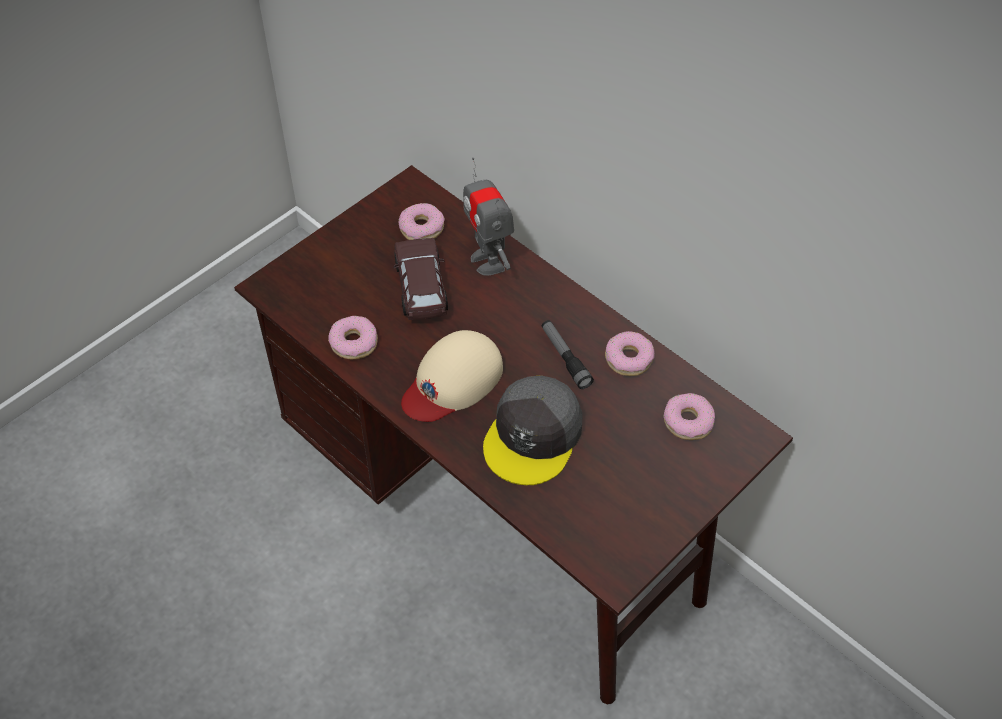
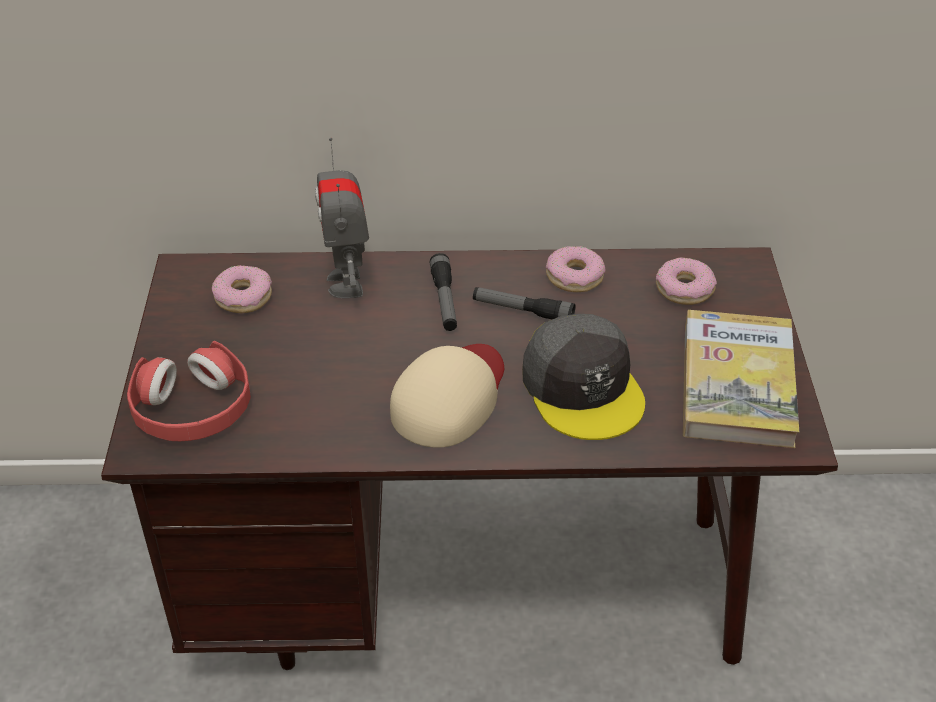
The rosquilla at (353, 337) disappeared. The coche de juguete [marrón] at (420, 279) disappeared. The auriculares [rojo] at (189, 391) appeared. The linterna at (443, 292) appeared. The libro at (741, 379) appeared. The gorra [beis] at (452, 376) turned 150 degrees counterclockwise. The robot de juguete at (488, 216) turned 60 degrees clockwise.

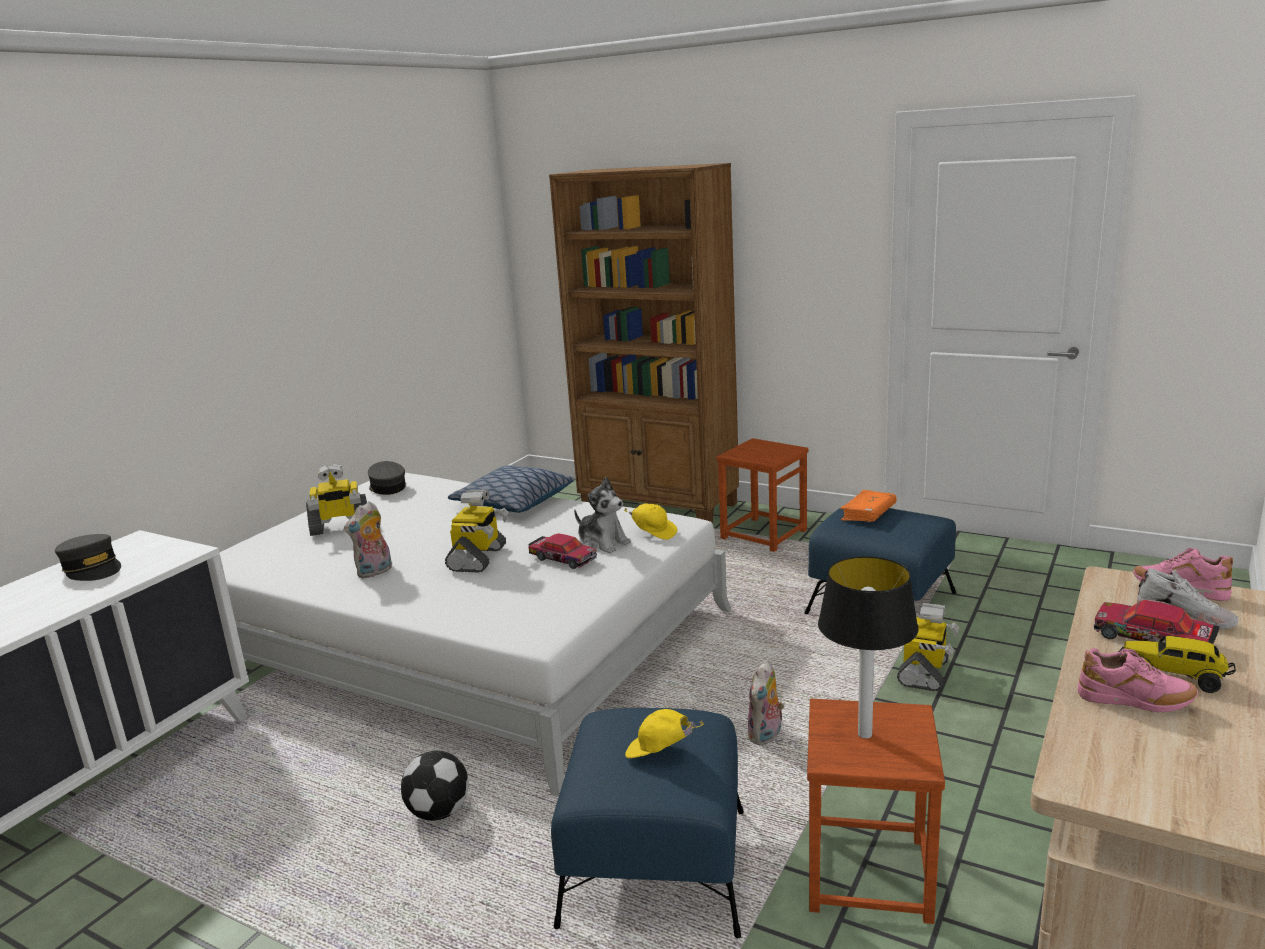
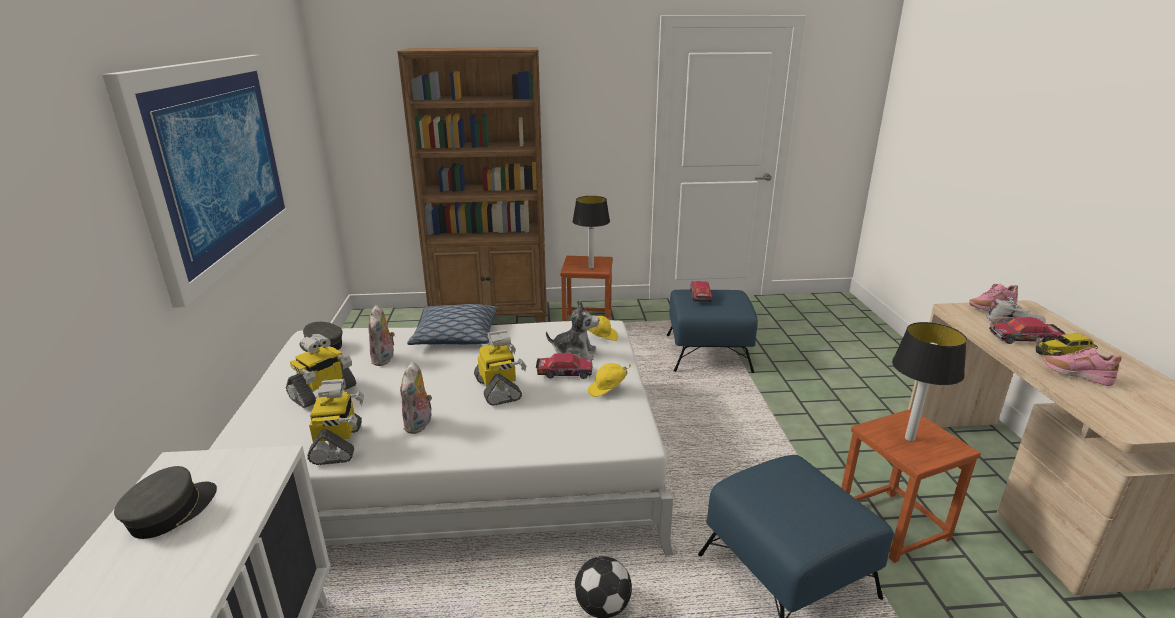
The cuadro at (197, 181) appeared. The lámpara de mesa at (591, 232) appeared. The gorra [amarillo] moved from (664, 733) to (609, 380). The peluche moved from (766, 703) to (381, 335). The robot de juguete moved from (928, 647) to (335, 422). The libro [naranja] at (868, 506) was replaced by the coche de juguete at (701, 291). The gorra [gris] at (88, 557) turned 75 degrees counterclockwise. The zapato [rosa] at (1138, 680) turned 135 degrees counterclockwise.

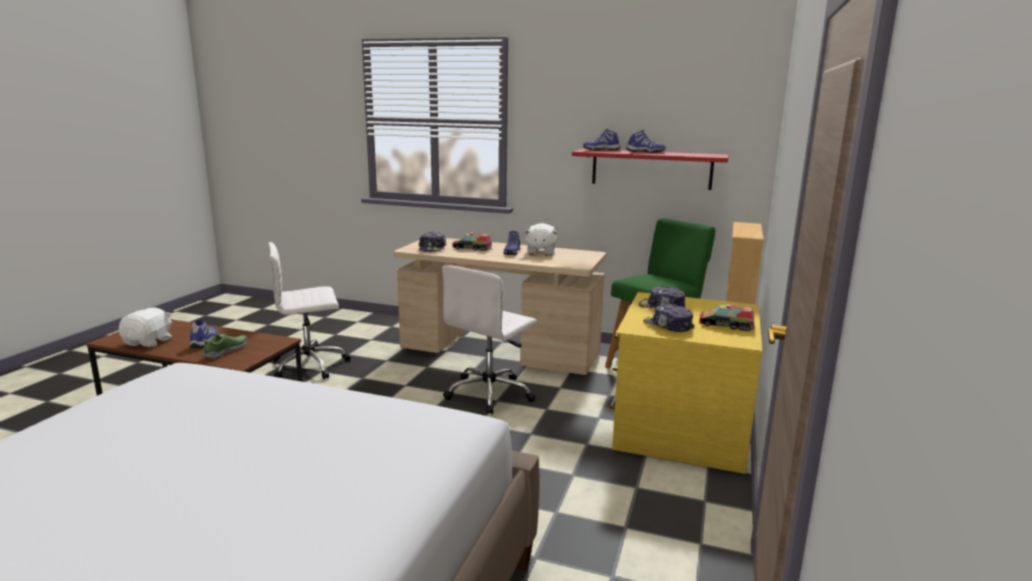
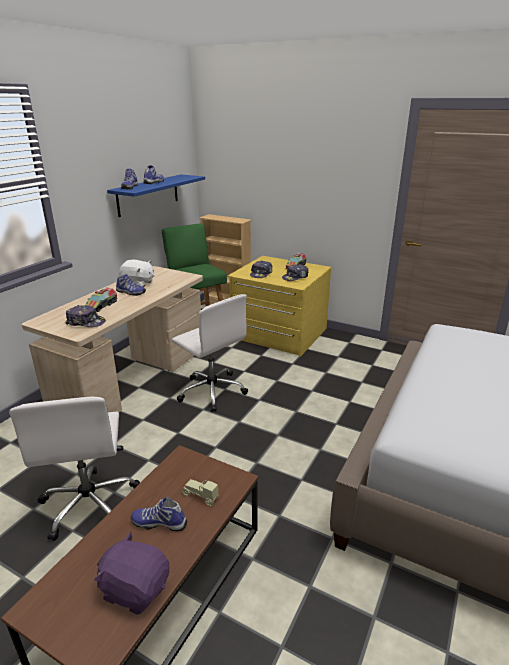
The zapato at (224, 346) was replaced by the coche de juguete [beis] at (200, 492). The peluche [blanco] at (145, 327) became the peluche [morado] at (131, 572). The estante [rojo] at (650, 169) became the estante [azul] at (156, 195).

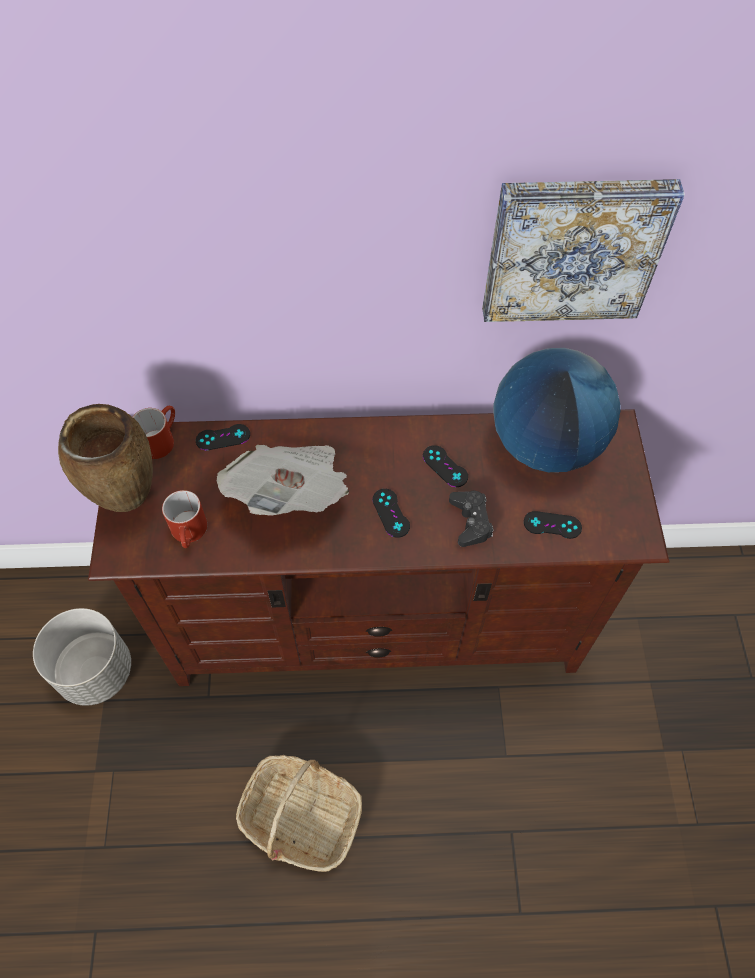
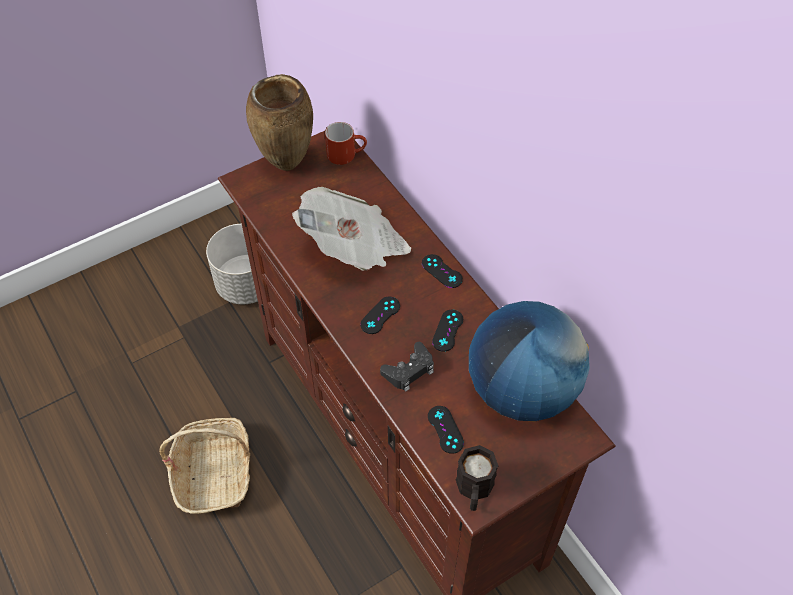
The taza grande [rojo] at (184, 519) disappeared. The cuadro at (583, 250) disappeared. The taza grande [negro] at (477, 478) appeared. The mando de consola [negro] moved from (223, 437) to (442, 271).

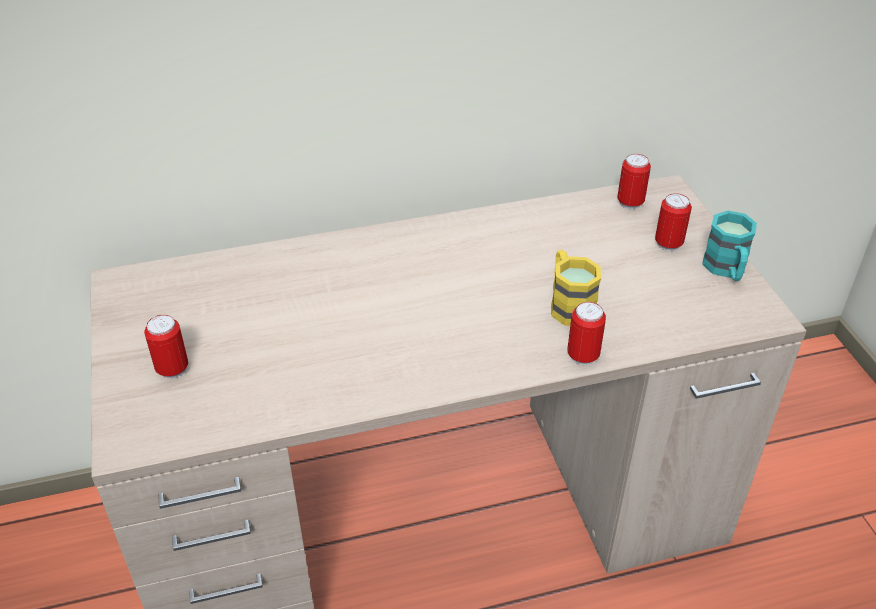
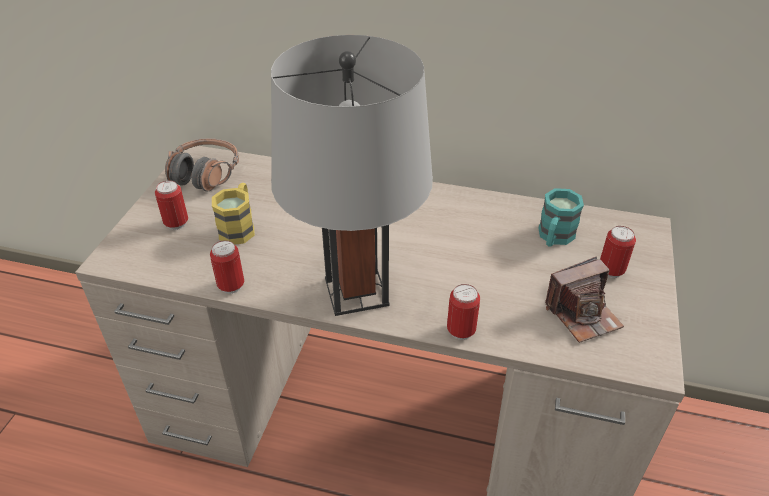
The auriculares at (202, 165) appeared. The lámpara de mesa [gris] at (352, 175) appeared. The cámara at (584, 300) appeared. The taza grande [amarillo] moved from (576, 288) to (233, 214). The lata moved from (634, 181) to (227, 267). The taza grande [turquesa] moved from (729, 246) to (561, 217).

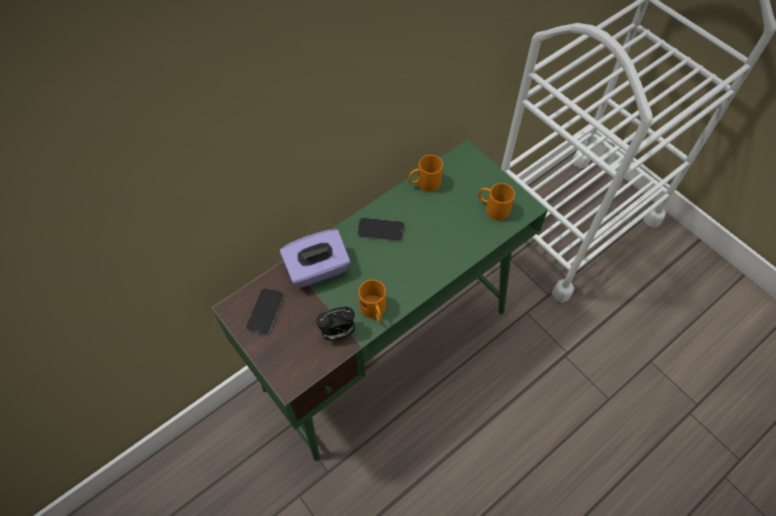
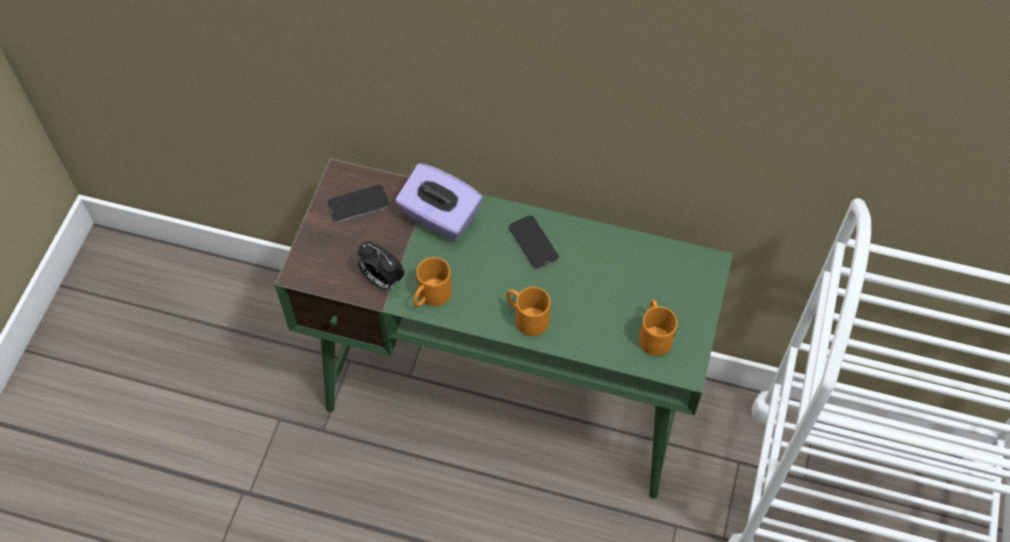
The taza grande [naranja] moved from (425, 173) to (528, 311).

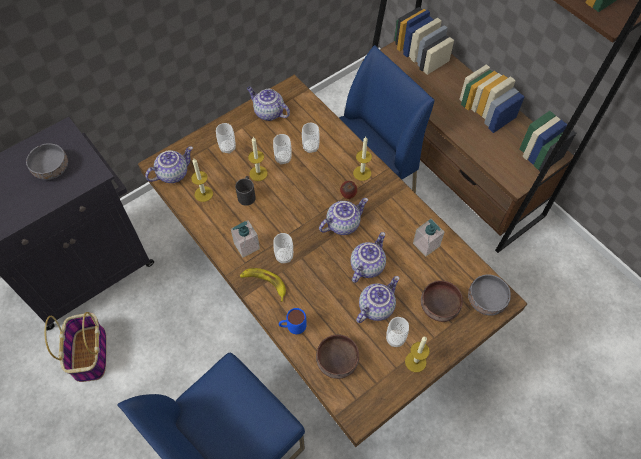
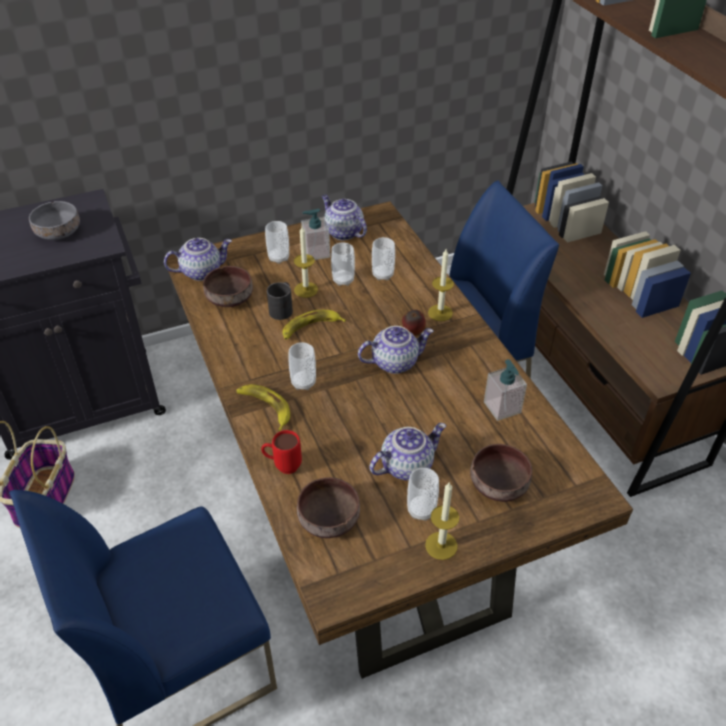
The tetera at (368, 257) disappeared. The cuenco [gris] at (489, 295) disappeared. The plátano at (314, 325) appeared. The dispensador de jabón moved from (245, 239) to (315, 234). The vela at (202, 180) was replaced by the cuenco [marrón] at (228, 286). The taza grande [azul] at (293, 321) became the taza grande [rojo] at (281, 452).

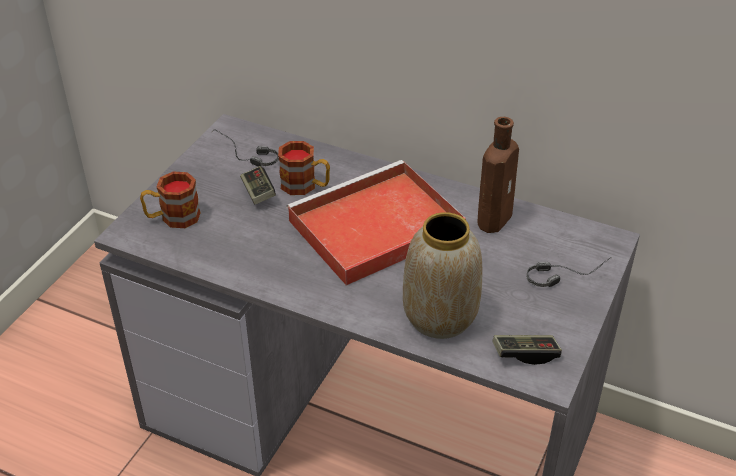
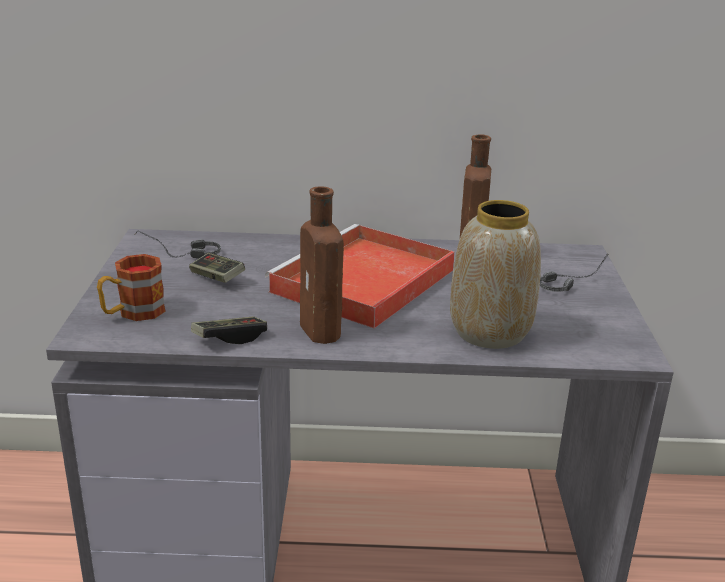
The taza grande at (304, 168) disappeared. The botella [marrón] at (322, 265) appeared. The mando de consola moved from (527, 350) to (229, 330).

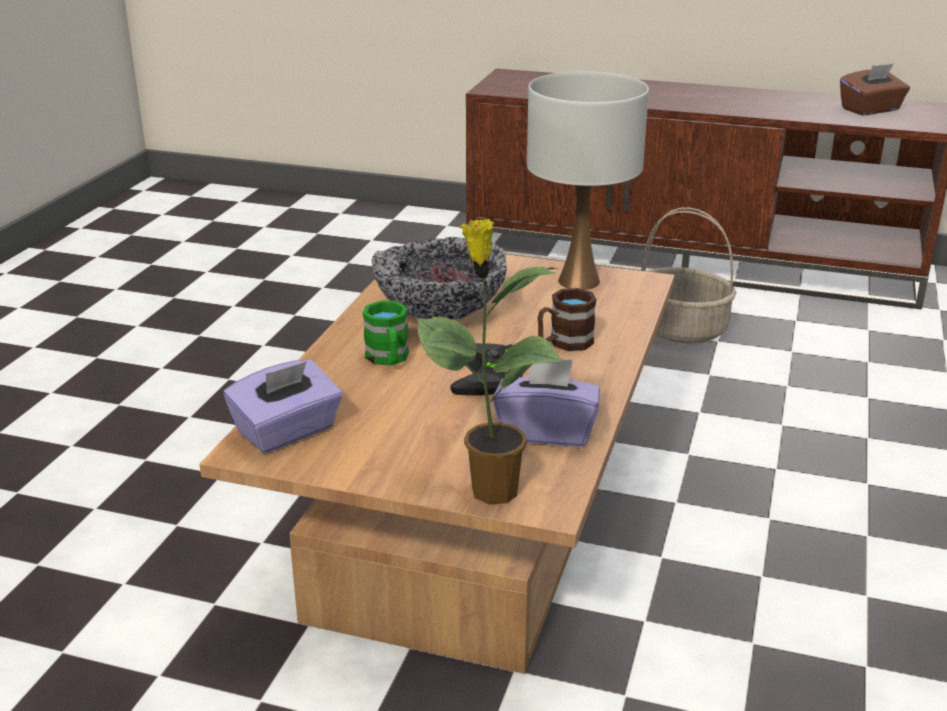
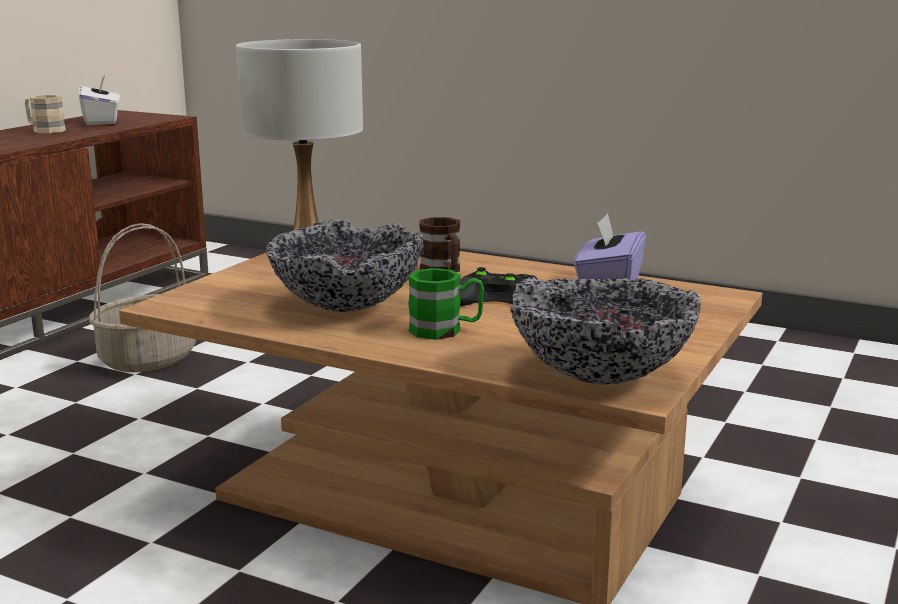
The planta en maceta at (490, 361) disappeared. The taza grande [beis] at (45, 114) appeared. The caja de pañuelos [morado] at (283, 406) was replaced by the cuenco at (605, 330). The caja de pañuelos [marrón] at (875, 89) became the caja de pañuelos [blanco] at (99, 100).

